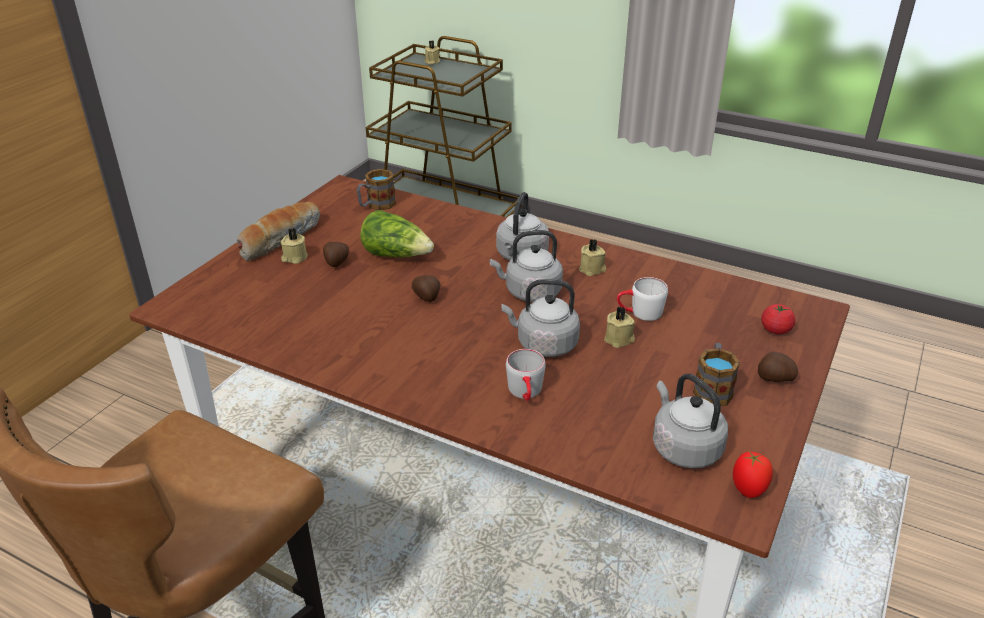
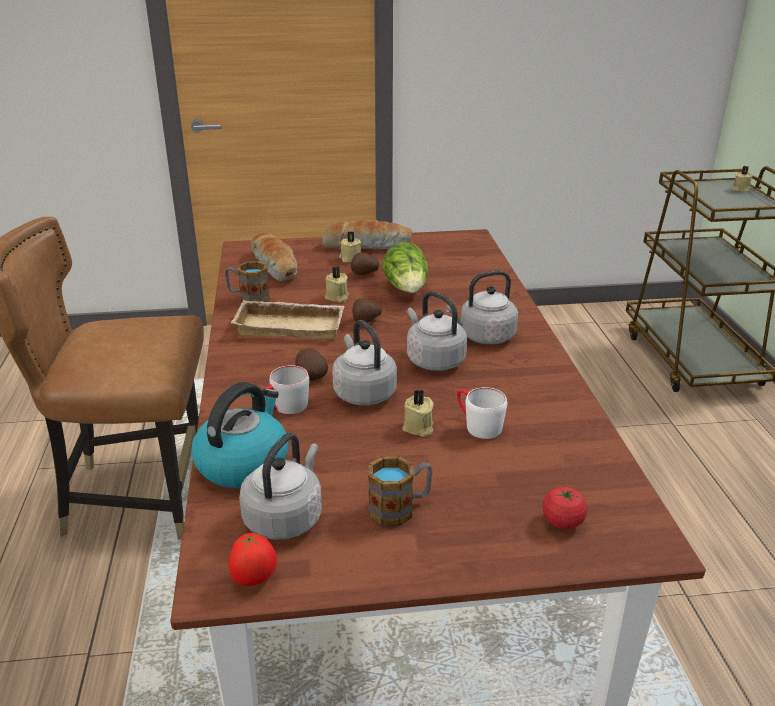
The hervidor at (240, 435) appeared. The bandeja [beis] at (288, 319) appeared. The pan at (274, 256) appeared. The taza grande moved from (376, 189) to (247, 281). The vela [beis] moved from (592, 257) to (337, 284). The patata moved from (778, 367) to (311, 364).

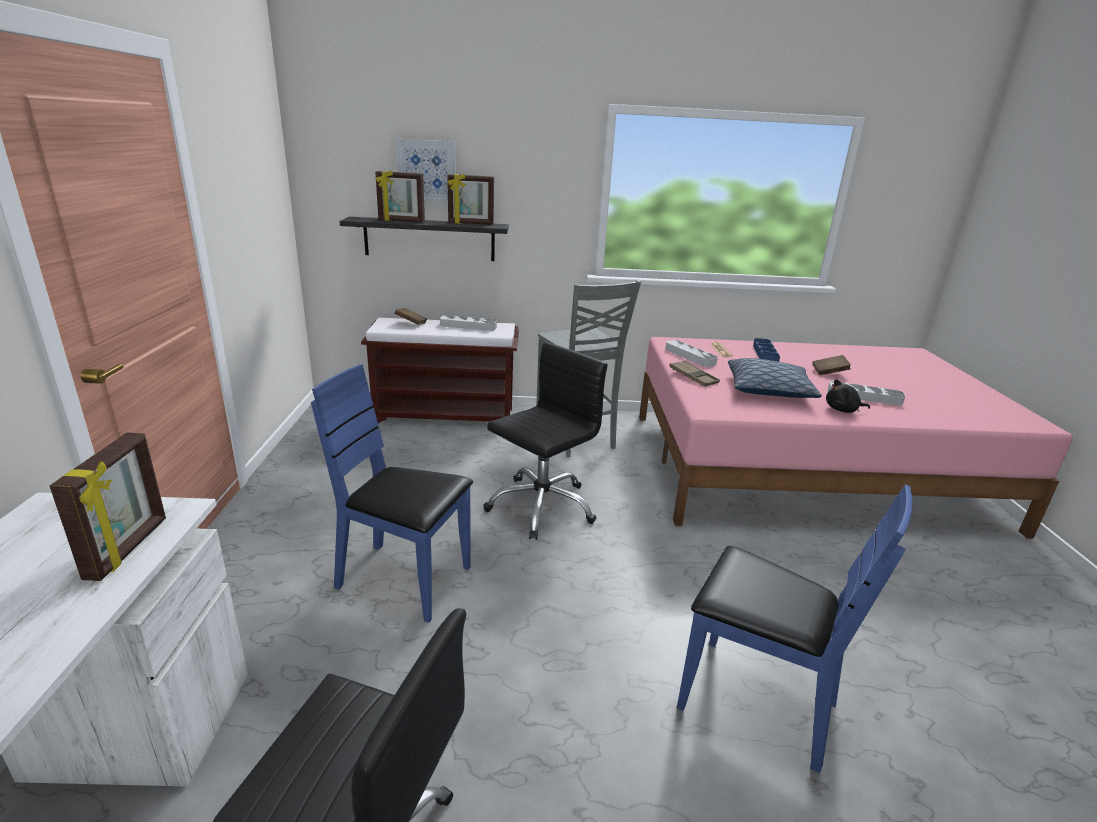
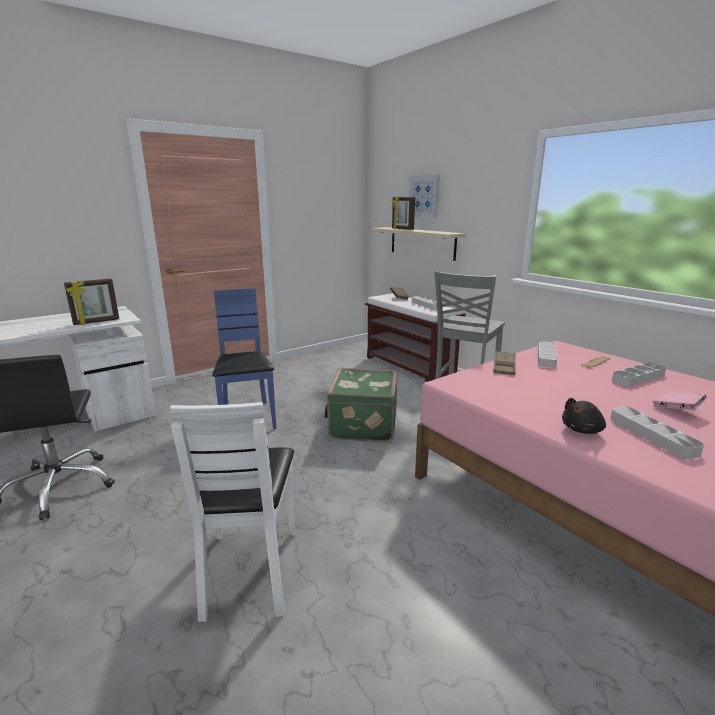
The portarretratos at (470, 199) disappeared. The cojín at (775, 378) disappeared. The silla de oficina [negro] at (545, 441) was replaced by the maleta [verde] at (360, 405). The estante [negro] at (424, 239) became the estante [beis] at (419, 244). The silla [azul] at (794, 628) became the silla [blanco] at (233, 512). The bandeja [azul] at (766, 350) became the bandeja [gris] at (639, 374). The libro [marrón] at (831, 365) became the libro [rosa] at (679, 401). The peluche [negro] at (848, 396) turned 90 degrees counterclockwise.

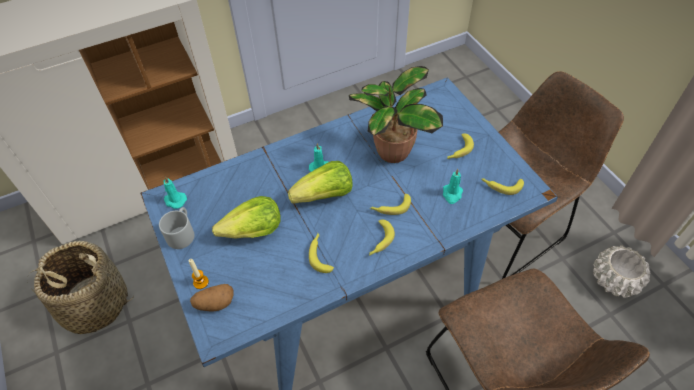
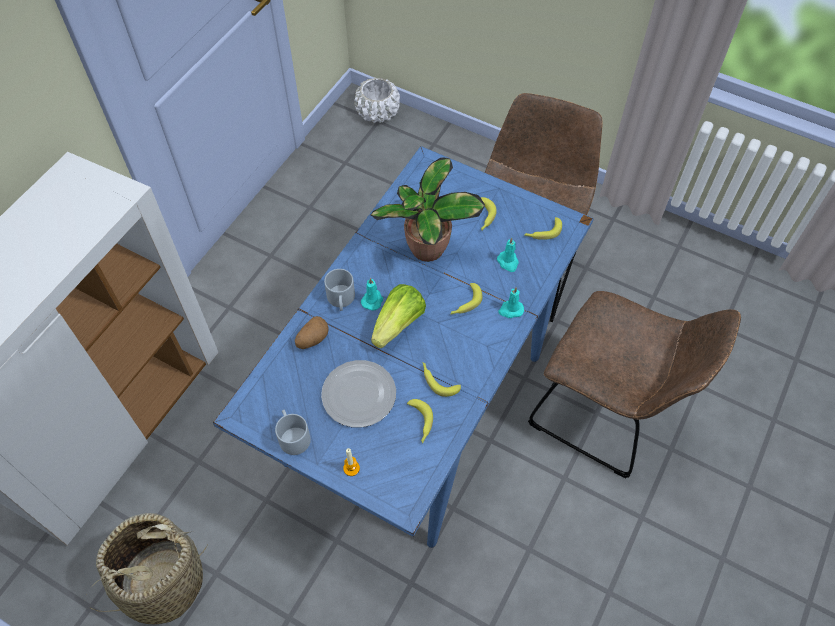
The taza grande [gris] at (339, 290) appeared. The vela [turquesa] moved from (175, 193) to (511, 302). The patata moved from (212, 298) to (311, 332). The plátano moved from (382, 237) to (420, 421). The maceta [blanco] moved from (621, 271) to (377, 100). The lechuga at (246, 217) was replaced by the plato at (358, 394).

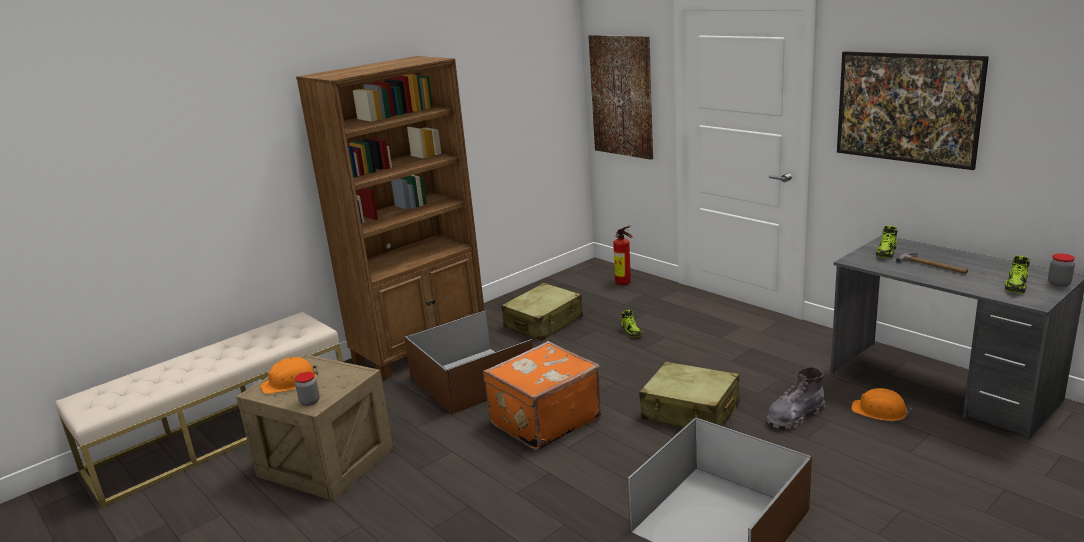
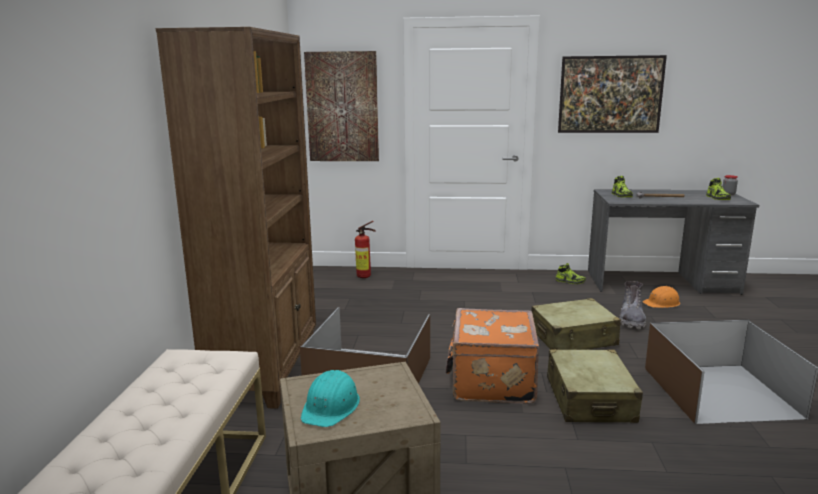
The tarro at (307, 389) disappeared. The maleta [beis] moved from (542, 312) to (595, 386). The zapato moved from (631, 323) to (571, 273). The casco [naranja] at (289, 375) became the casco [turquesa] at (330, 398).

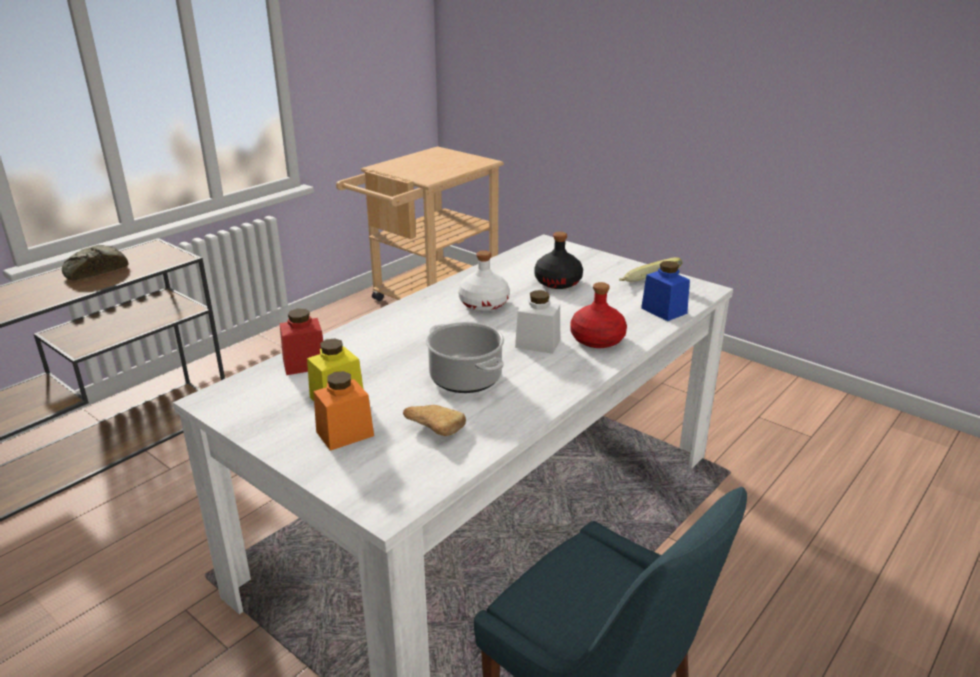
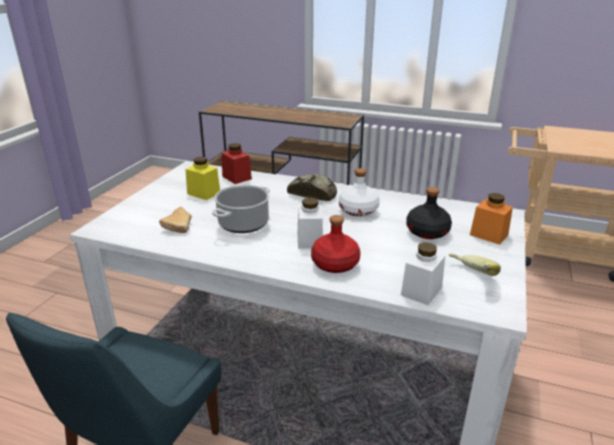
The pan moved from (95, 263) to (312, 187). The tarro [naranja] moved from (343, 411) to (491, 219). The tarro [azul] at (665, 291) became the tarro [blanco] at (423, 273).

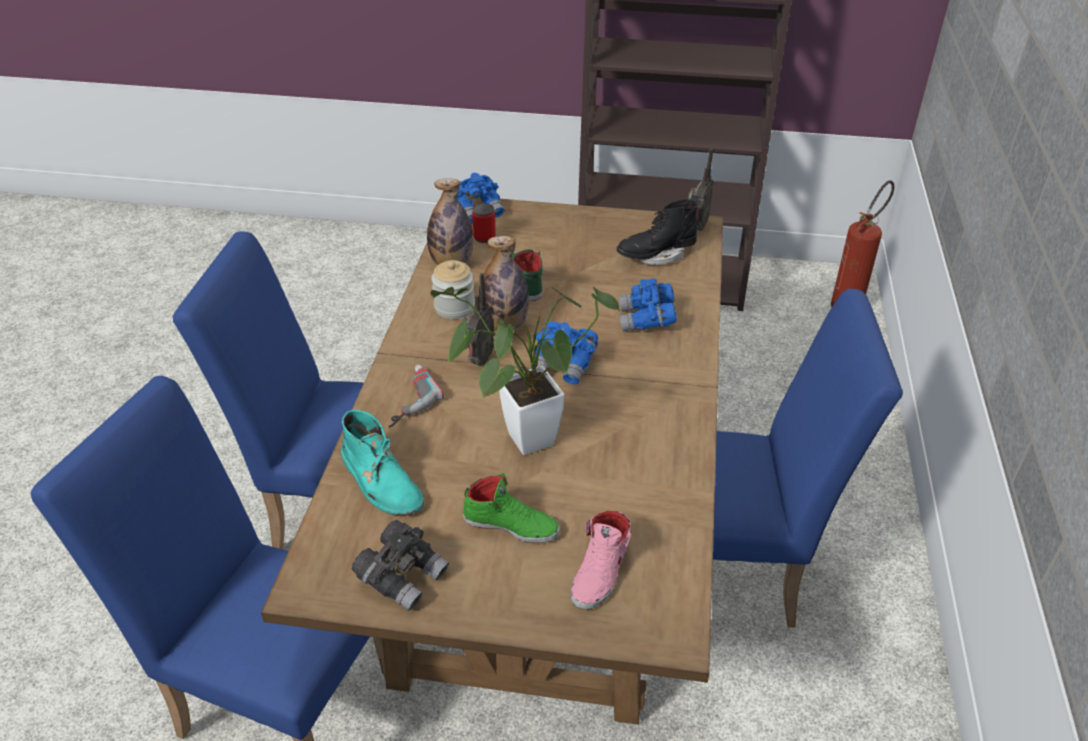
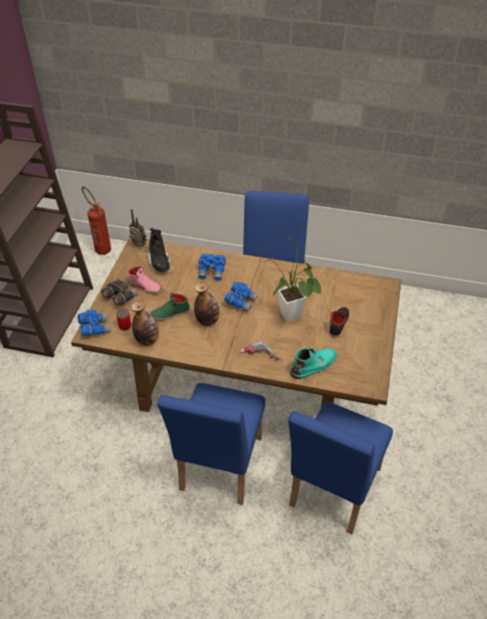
The tarro at (453, 289) disappeared. The radio at (478, 319) disappeared. The prismáticos [gris] moved from (400, 565) to (119, 292). The zapato [rosa] moved from (601, 560) to (144, 280). The zapato [verde] at (511, 508) became the zapato [negro] at (340, 322).

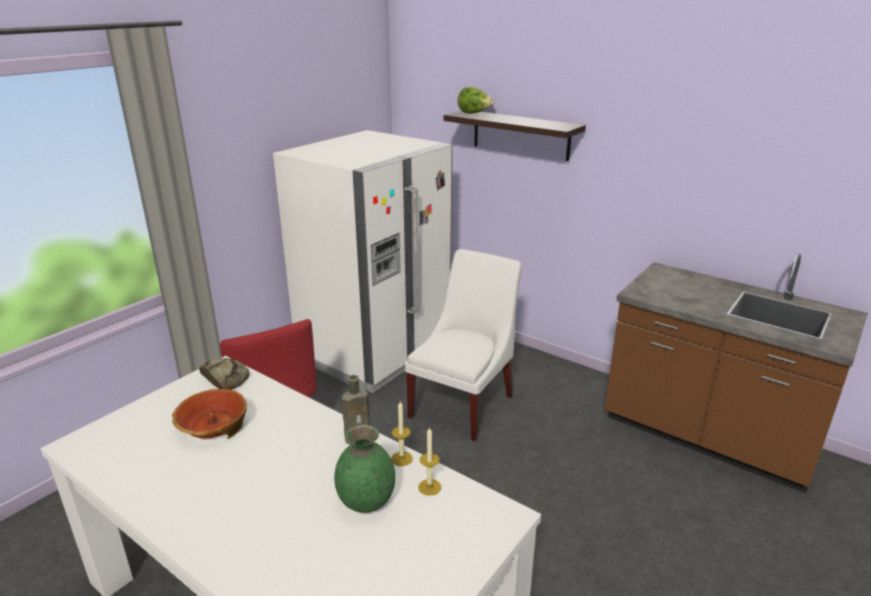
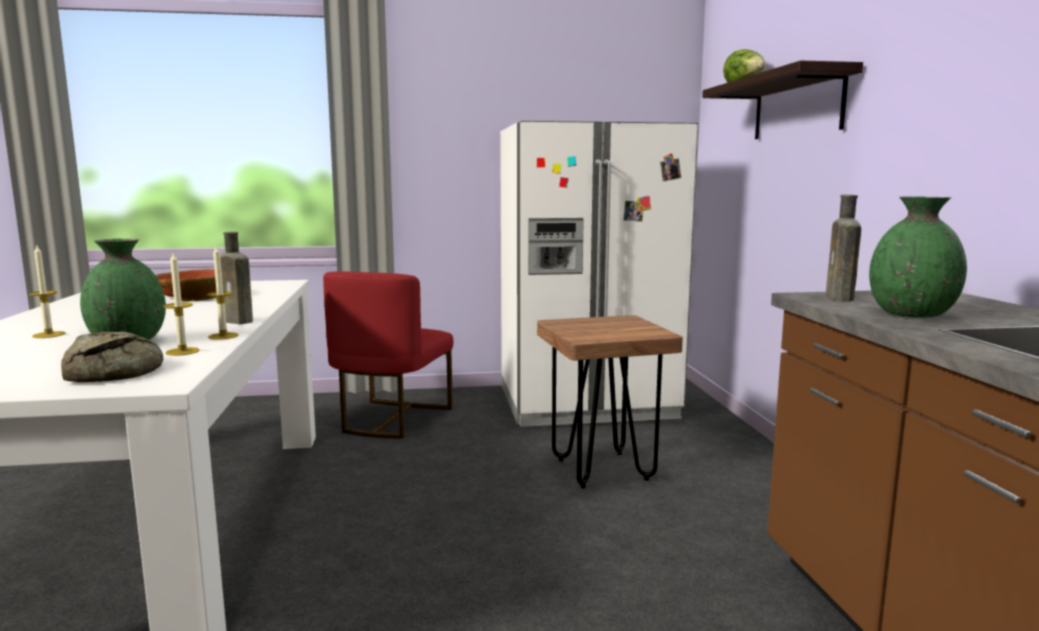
The vela at (47, 292) appeared. The botella [marrón] at (843, 248) appeared. The florero [verde] at (918, 257) appeared. The pan moved from (224, 374) to (112, 357). The silla [blanco] at (463, 345) was replaced by the taburete [marrón] at (610, 402).

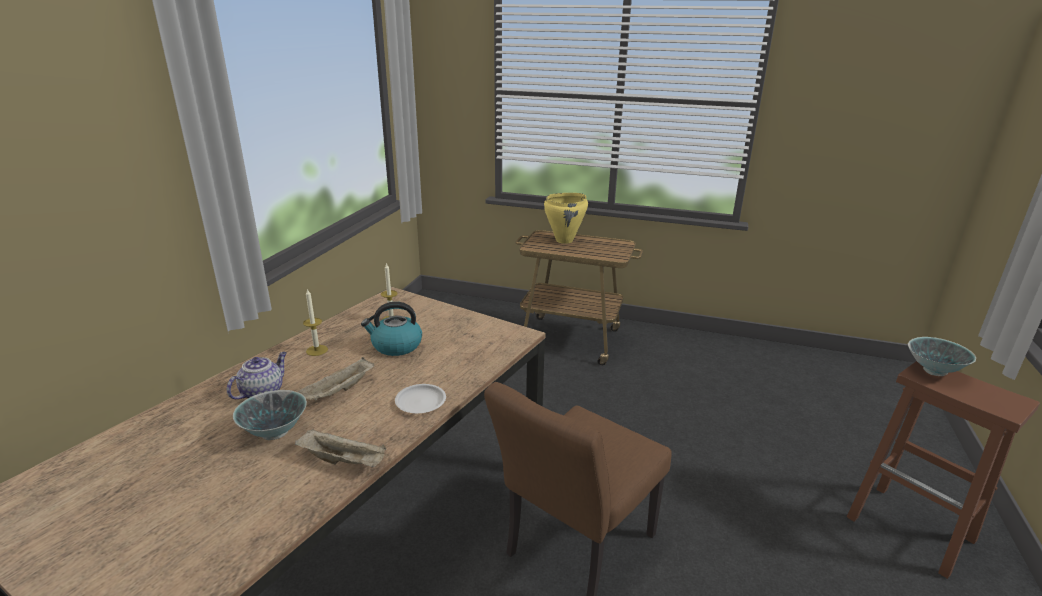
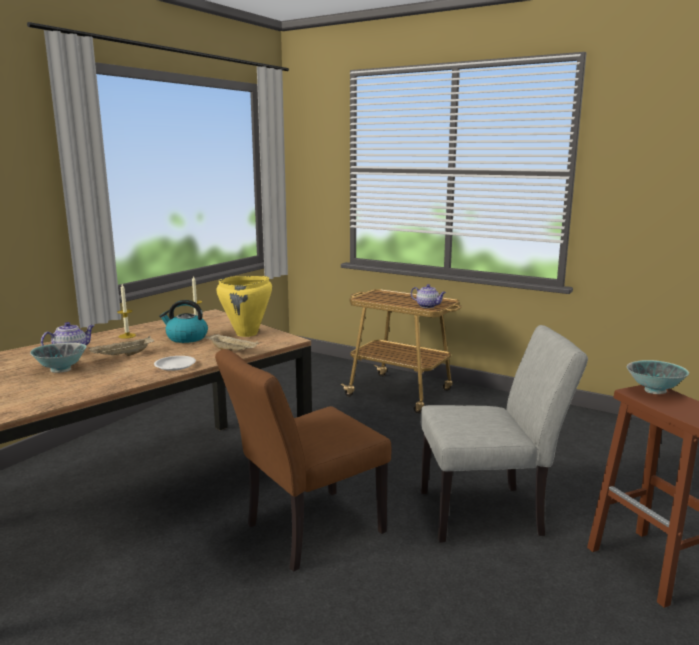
The tetera at (428, 296) appeared. The silla [gris] at (504, 434) appeared. The bandeja [beis] moved from (340, 448) to (232, 342). The olla [amarillo] moved from (566, 218) to (244, 306).

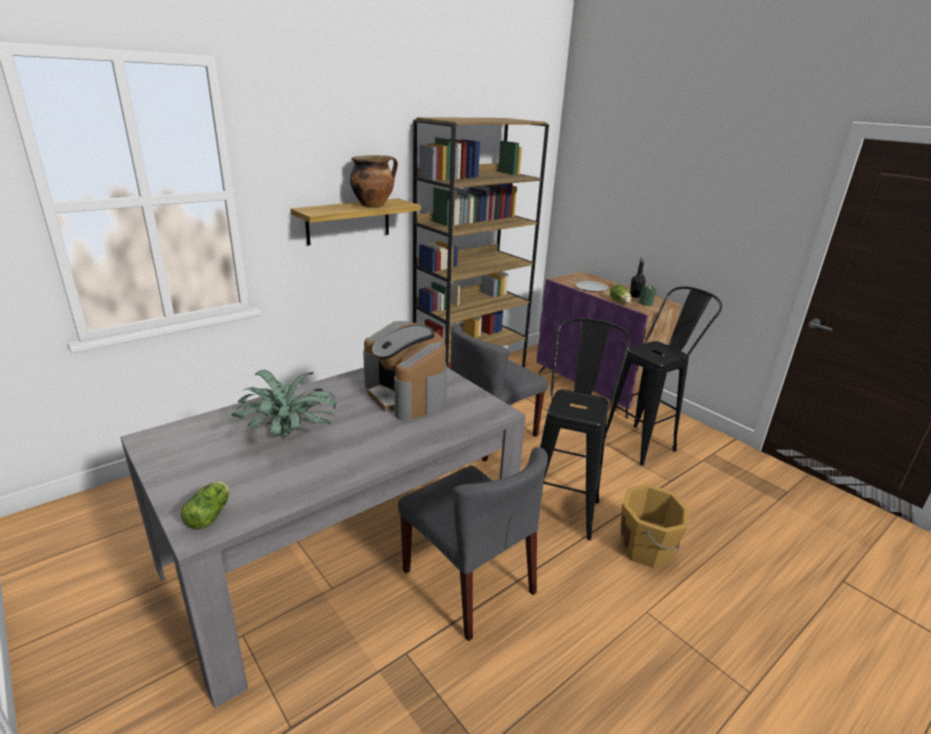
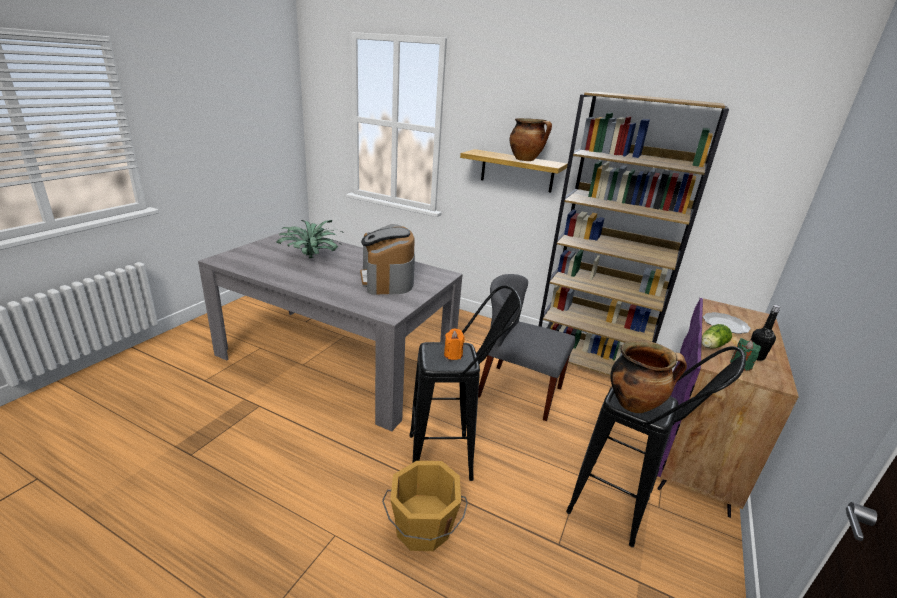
The lechuga at (205, 505) disappeared. The silla [gris] at (473, 544) disappeared. The vela [naranja] at (454, 344) appeared. The olla at (648, 376) appeared. The cafetera at (405, 371) turned 45 degrees counterclockwise.

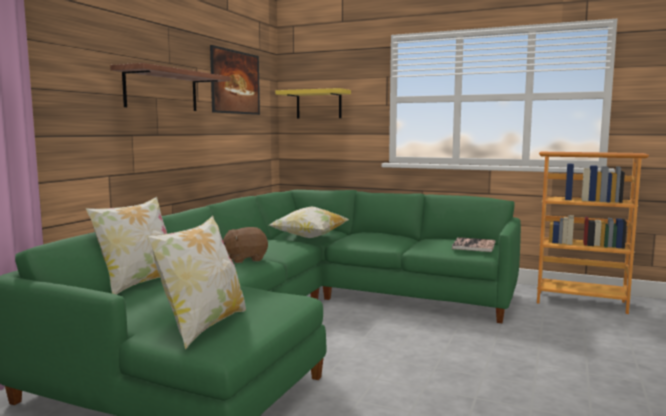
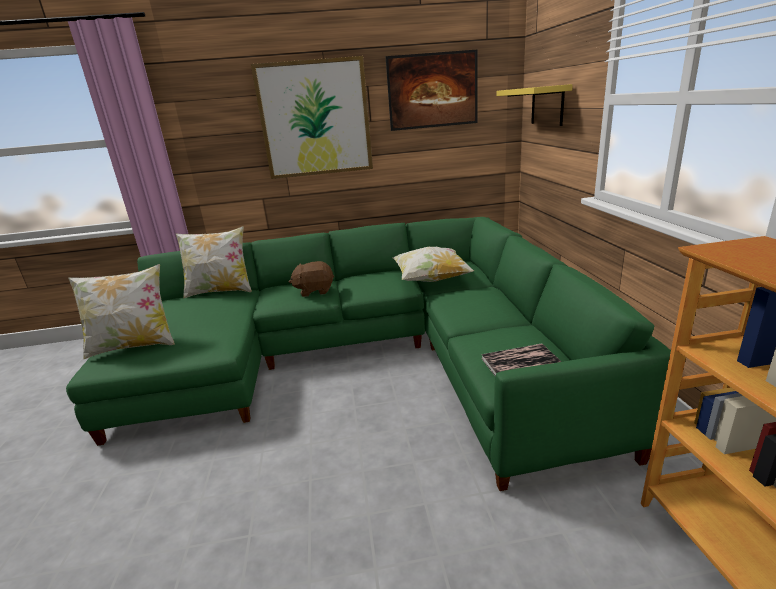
The estante at (170, 87) was replaced by the cuadro at (312, 117). The peluche [marrón] at (245, 245) turned 45 degrees counterclockwise.

